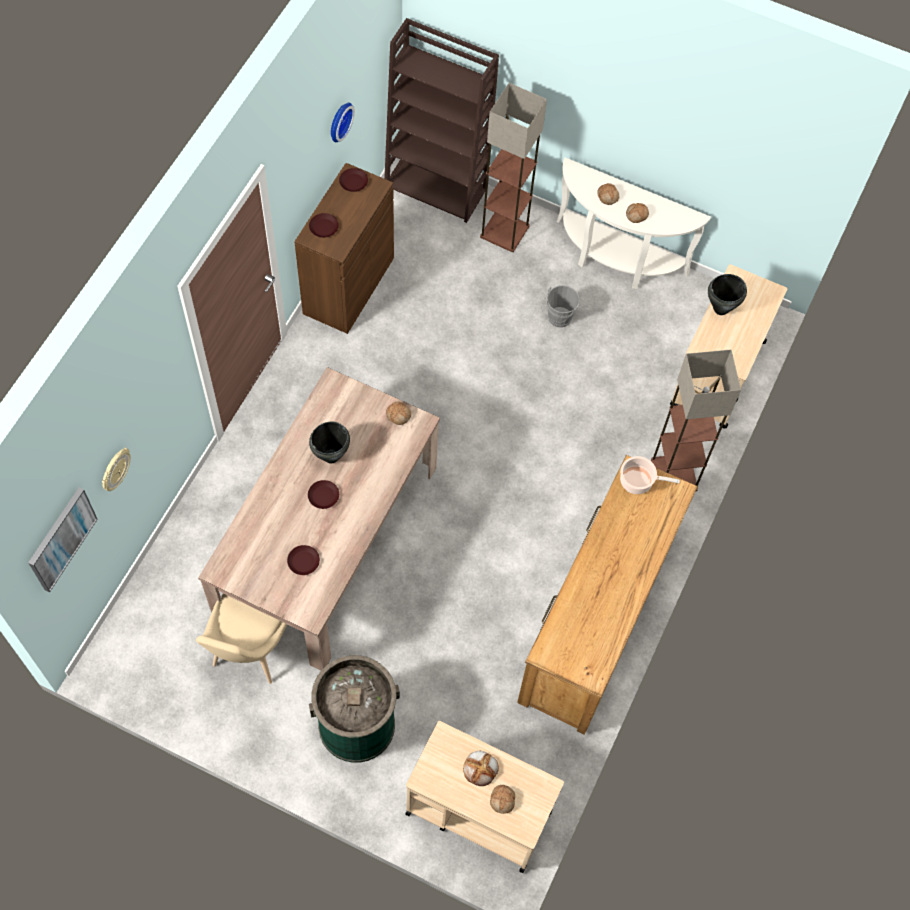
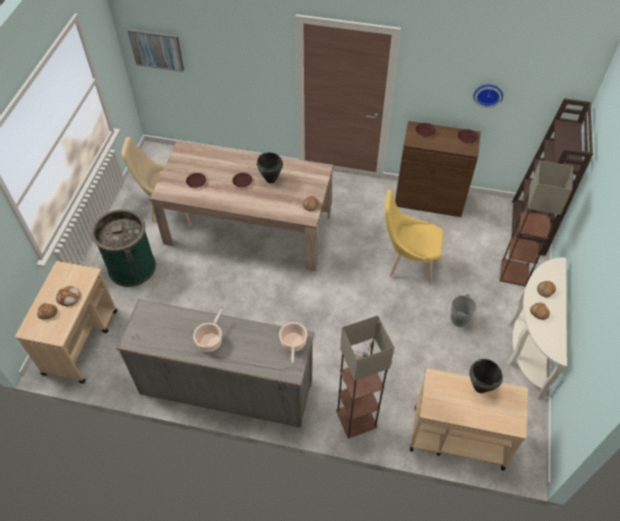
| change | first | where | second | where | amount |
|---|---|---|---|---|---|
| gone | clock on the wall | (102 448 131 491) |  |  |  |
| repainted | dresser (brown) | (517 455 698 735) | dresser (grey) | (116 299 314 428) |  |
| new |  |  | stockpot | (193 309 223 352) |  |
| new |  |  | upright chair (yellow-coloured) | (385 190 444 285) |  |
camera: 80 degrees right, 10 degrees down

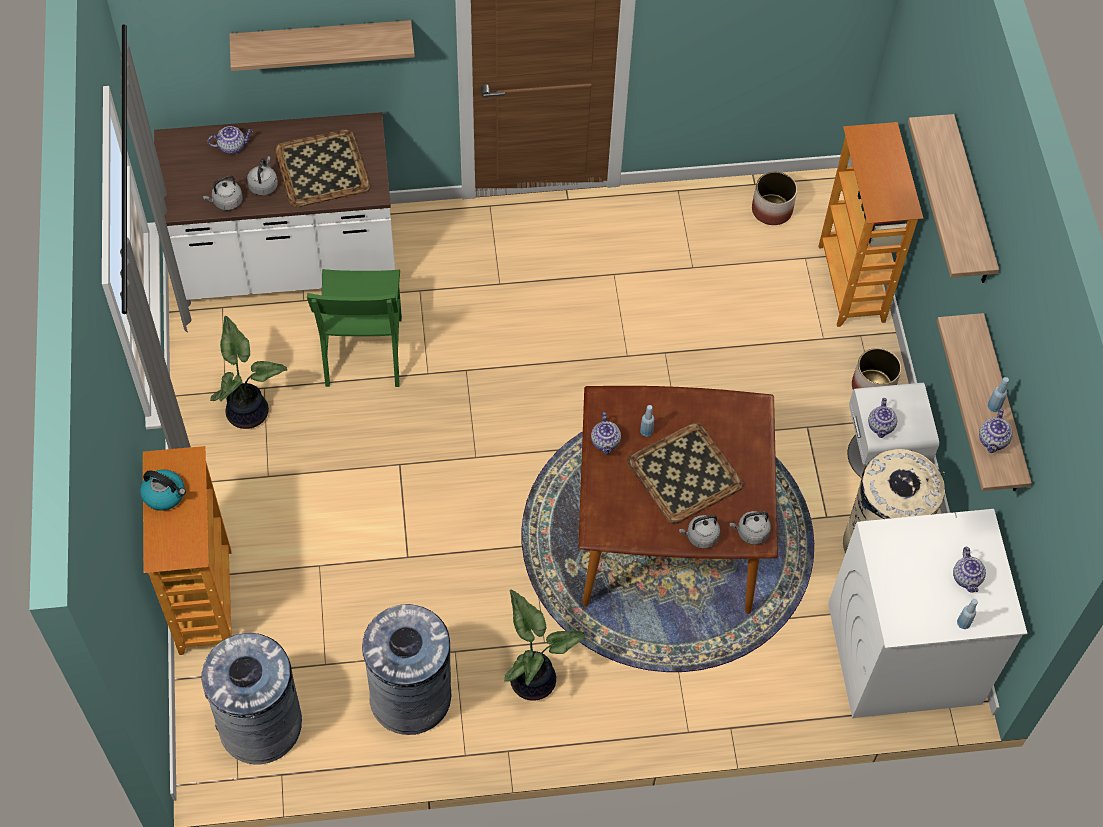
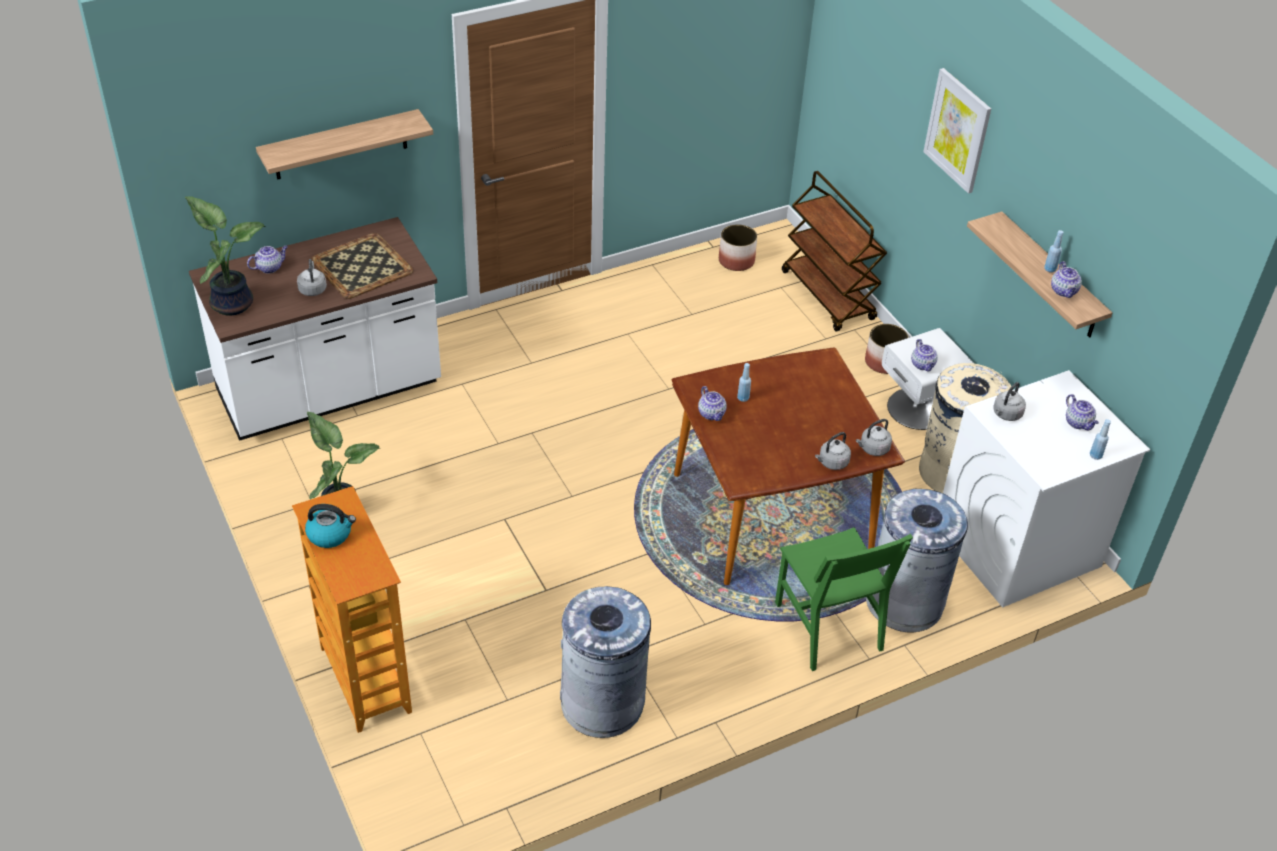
| change | first | where | second | where | amount |
|---|---|---|---|---|---|
| shifted | waste bin (grey) | (202 633 302 764) |  | (866 489 968 632) |  |
| shifted | tea kettle (grey) | (203 175 243 211) |  | (993 382 1026 421) |  |
| shifted | upright chair (green-coloured) | (307 269 402 387) |  | (775 527 913 671) |  |
| shifted | houseplant | (504 590 586 701) |  | (185 196 266 316) |  |
| gone | serving tray | (627 423 743 524) |  |  |  |
| swapped | shelving unit | (818 122 923 327) | trolley (brown) | (782 171 887 331) |  |
| swapped | shelf | (908 114 999 283) | picture | (923 68 991 194) |  |
camera: 20 degrees left, 15 degrees down

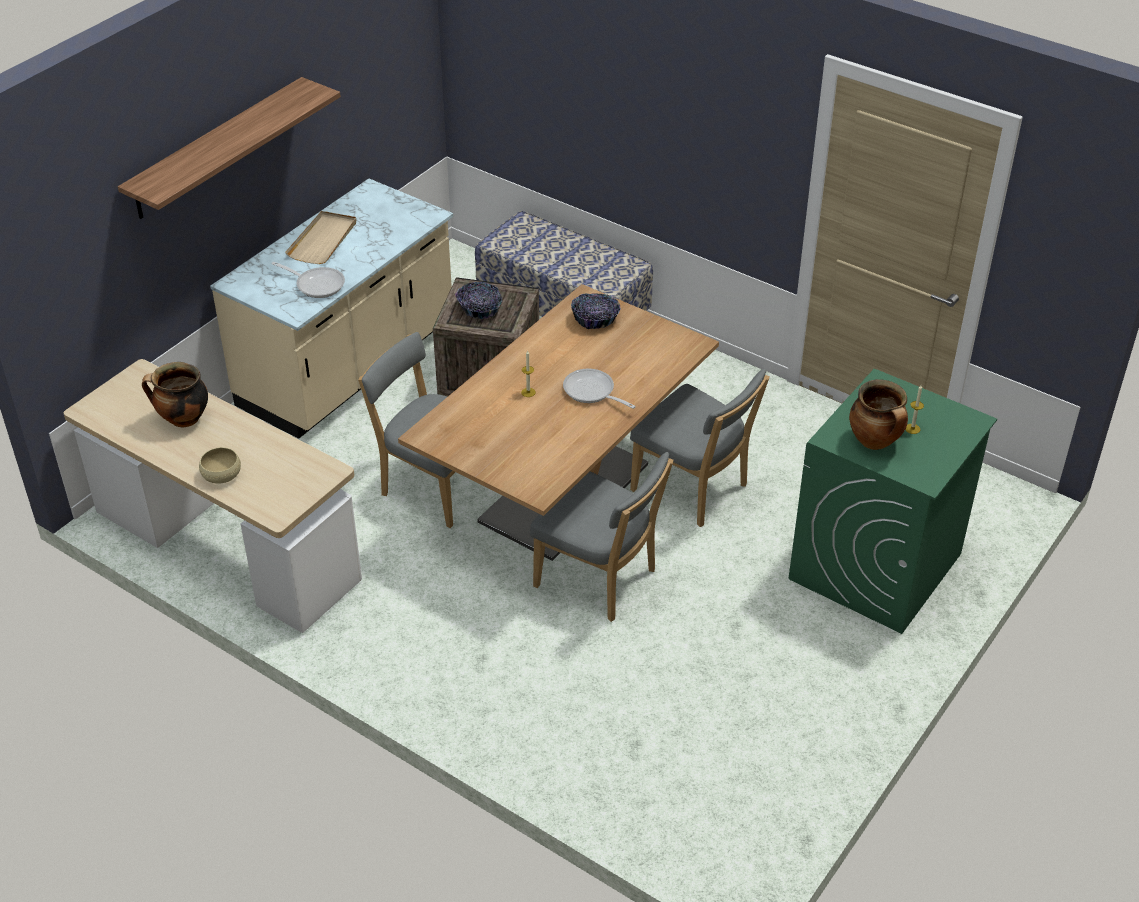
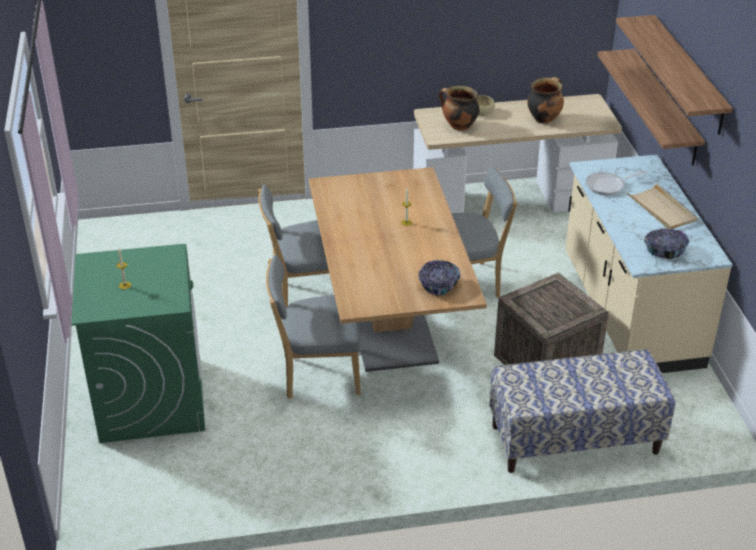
| change | first | where | second | where | amount |
|---|---|---|---|---|---|
| shifted | bowl | (455 282 503 319) |  | (644 229 689 259) |  |
| gone | skillet | (563 369 636 409) |  |  |  |
| shifted | stockpot | (849 379 908 450) |  | (439 86 480 131) |  |
| new |  |  | shelf | (597 49 705 166) |  |
camera: 135 degrees right, 5 degrees down

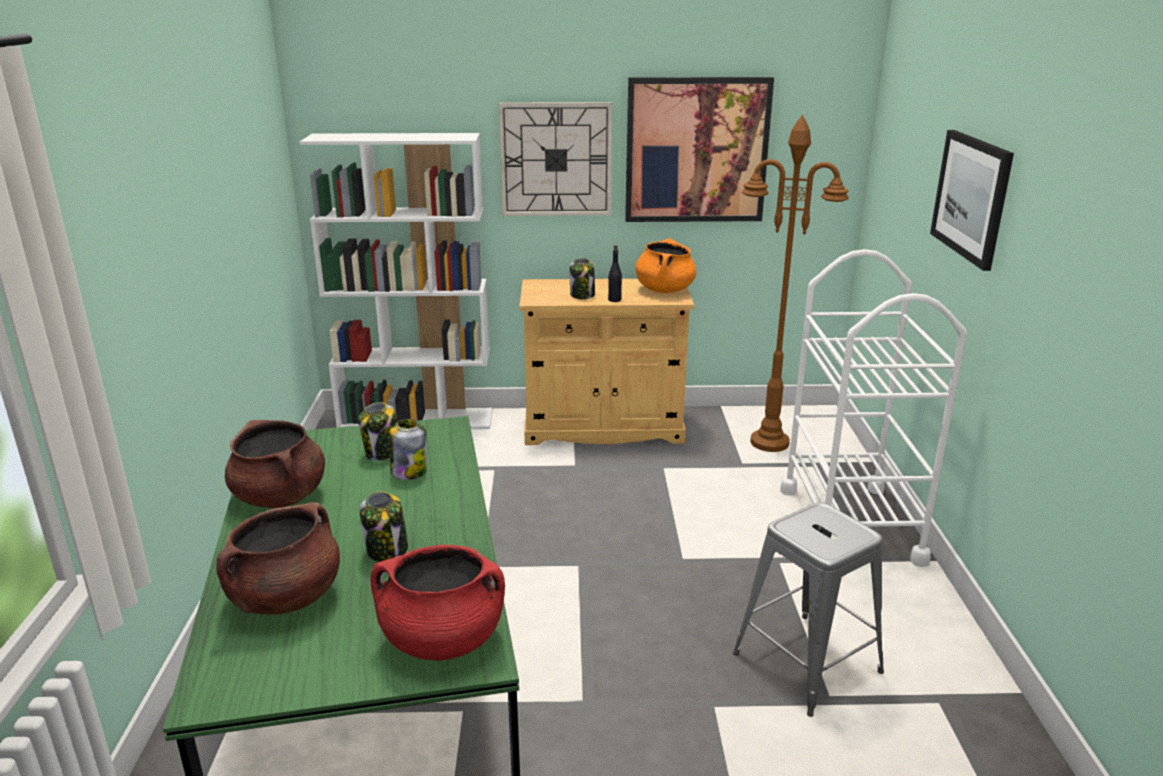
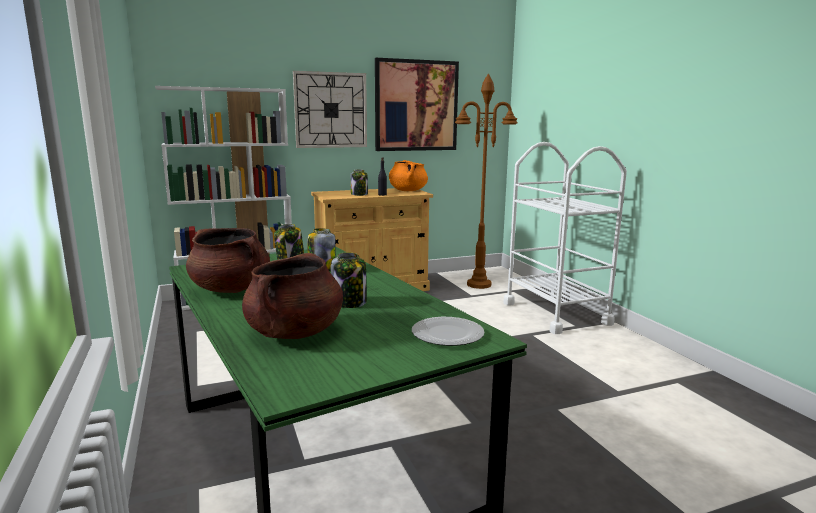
| change | first | where | second | where | amount |
|---|---|---|---|---|---|
| swapped | stockpot (red) | (370 545 505 661) | dinner plate | (412 317 485 346) |  |
| gone | sitting stool (grey) | (733 502 884 717) |  |  |  |
| gone | picture | (930 130 1014 271) |  |  |  |
camera: 20 degrees left, 10 degrees down

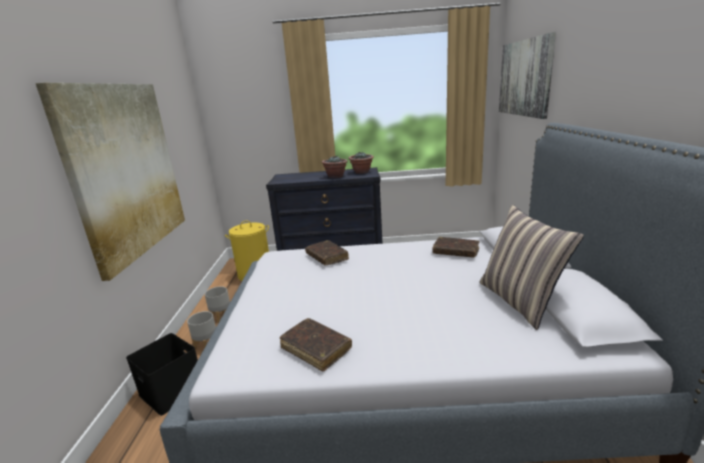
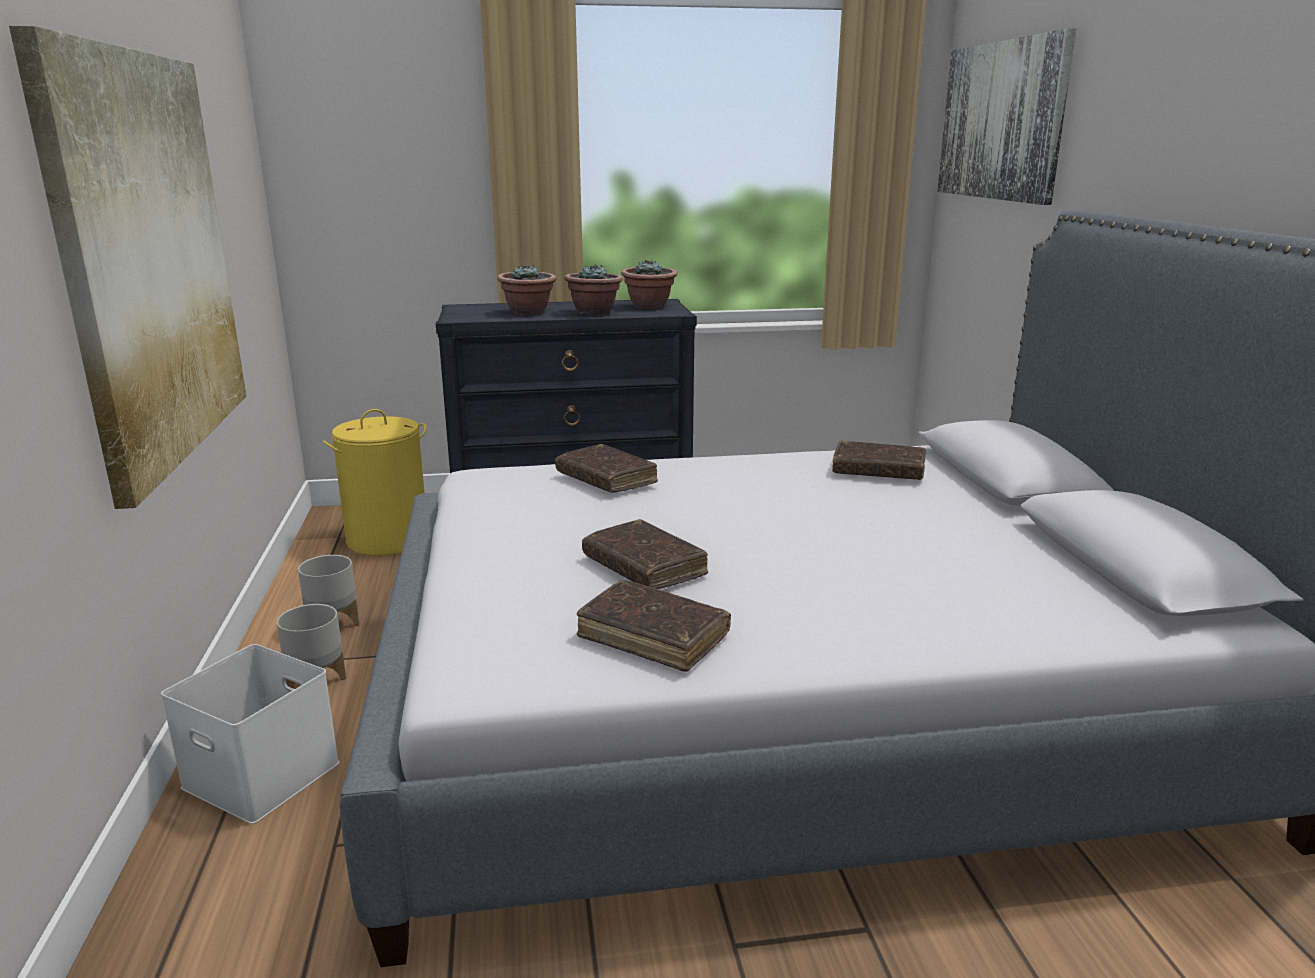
| change | first | where | second | where | amount |
|---|---|---|---|---|---|
| repainted | storage bin (black) | (126 333 198 416) | storage bin (white-coloured) | (161 644 339 824) |  |
| gone | throw pillow | (480 205 584 330) |  |  |  |
| new |  |  | houseplant | (497 264 557 315) |  |
| new |  |  | volume (brown) | (582 519 708 589) |  |
camera: 10 degrees left, 0 degrees up

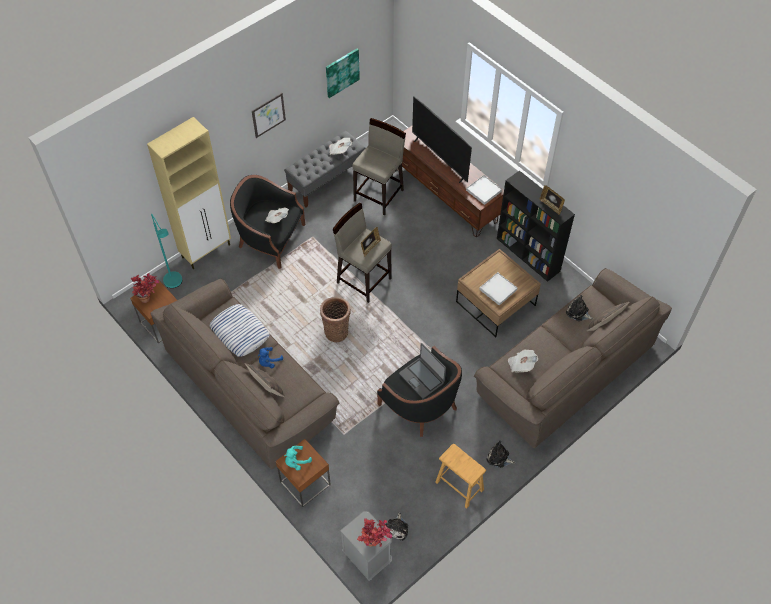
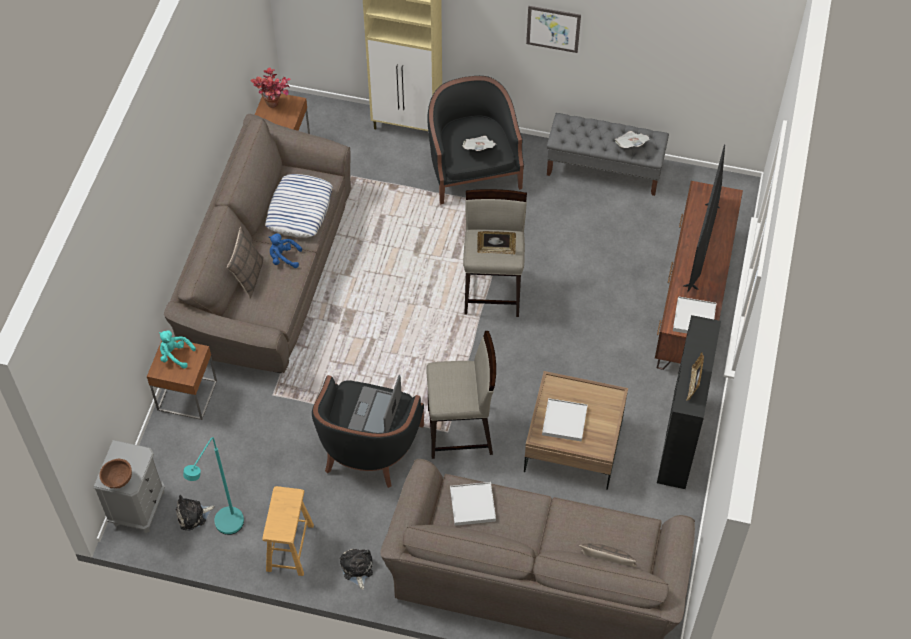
| change | first | where | second | where | amount |
|---|---|---|---|---|---|
| shifted | standing lamp (turquoise) | (151 214 182 288) |  | (183 437 244 535) |  |
| gone | basket | (320 296 351 342) |  |  |  |
| gone | picture | (326 49 360 98) |  |  |  |
| shifted | sitting stool (sand-coloured) | (352 118 406 216) |  | (427 331 496 459) |  |
| swapped | houseplant | (357 518 392 547) | bowl (brown) | (99 459 132 489) |  |
| swapped | daily paper | (508 349 538 373) | serving tray (white-coloured) | (450 482 496 526) |  |
| gone | plush toy | (566 295 593 321) |  |  |  |
camera: 55 degrees right, 0 degrees up

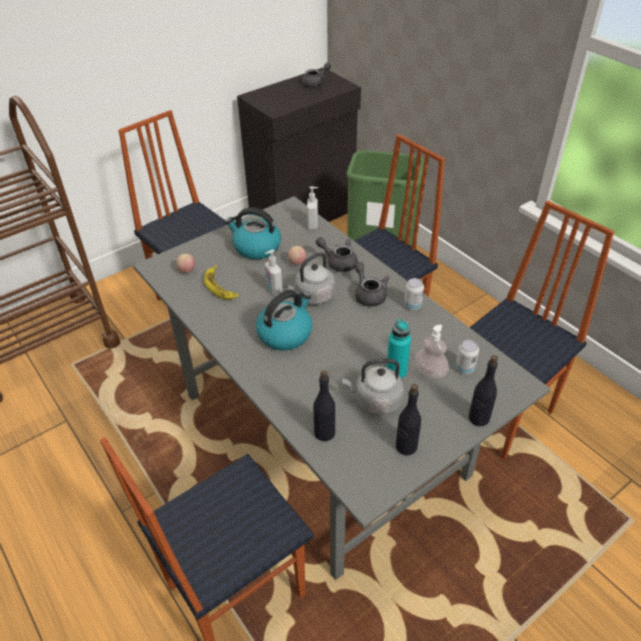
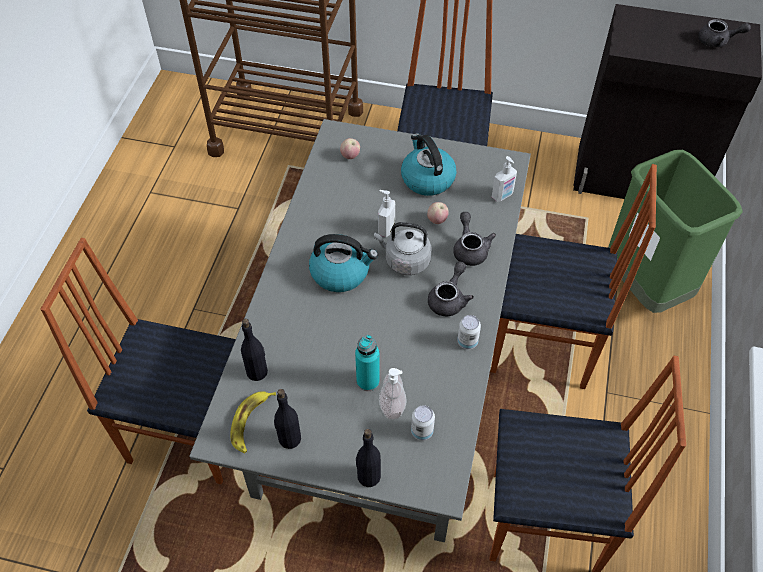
| change | first | where | second | where | amount |
|---|---|---|---|---|---|
| shifted | banana | (204 265 238 299) |  | (230 391 276 453) |  |
| gone | tea kettle (grey) | (342 359 404 415) |  |  |  |
camera: 50 degrees right, 10 degrees up

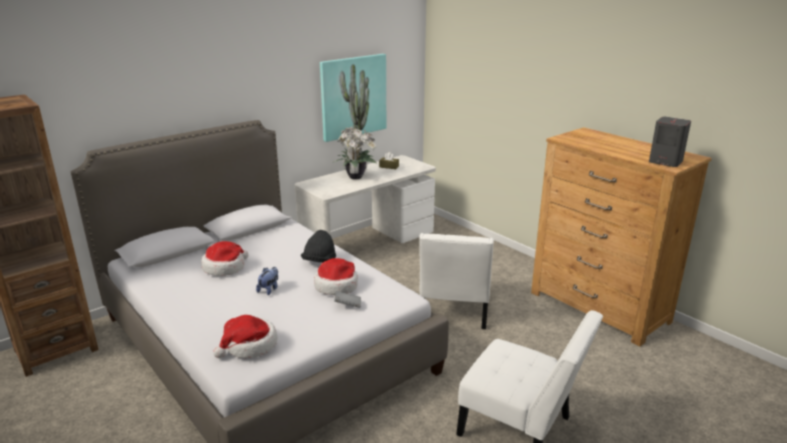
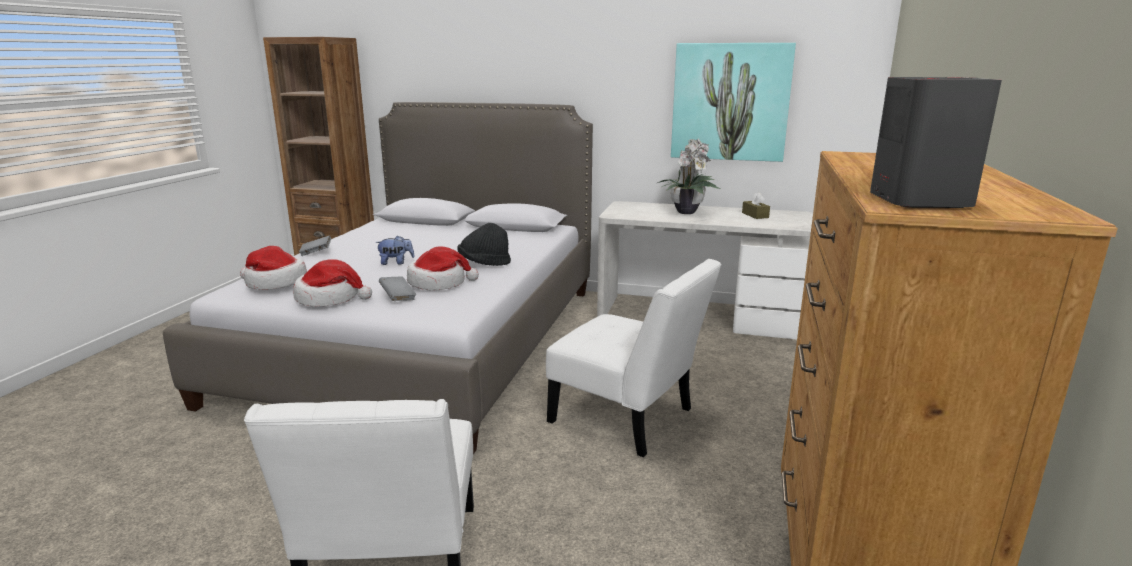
| change | first | where | second | where | amount |
|---|---|---|---|---|---|
| shifted | clothing hat | (201 241 249 276) |  | (293 259 372 307) |  |
| rotated | upright chair (white-coloured) | (419 233 494 329) |  | (546 259 721 457) | 120 degrees counterclockwise |
| new |  |  | volume (grey) | (299 235 331 256) |  |
camera: 55 degrees right, 5 degrees down

